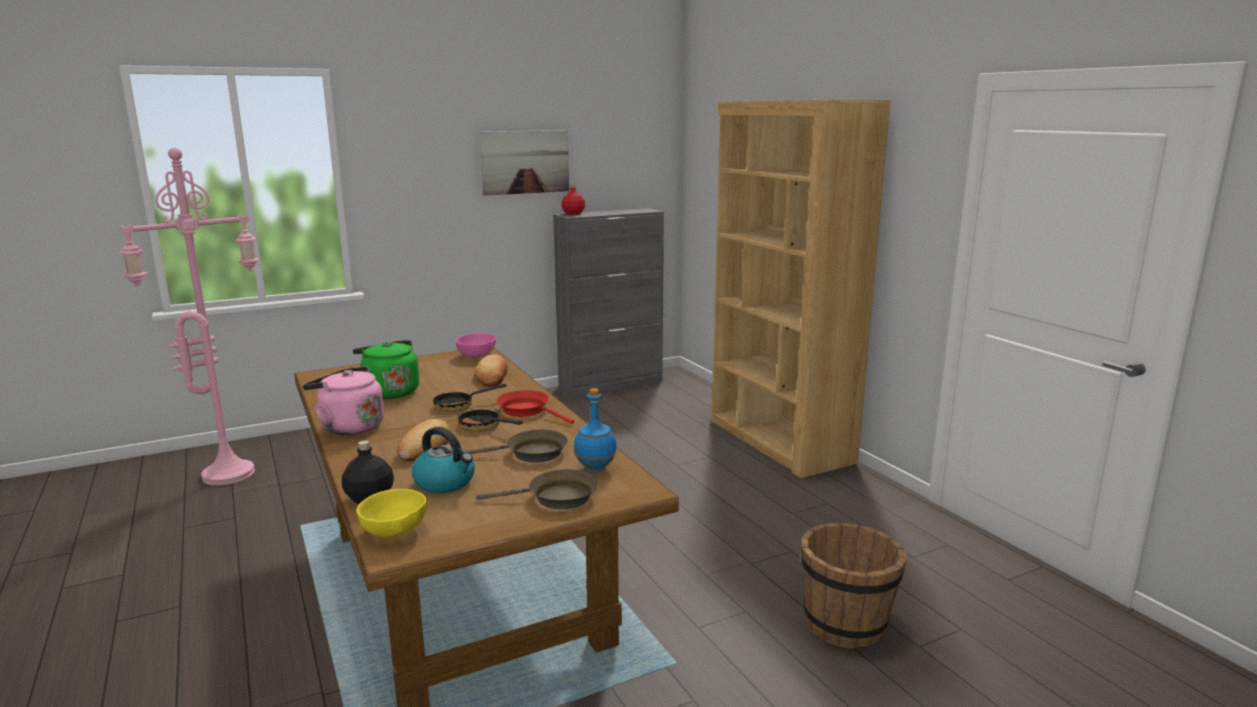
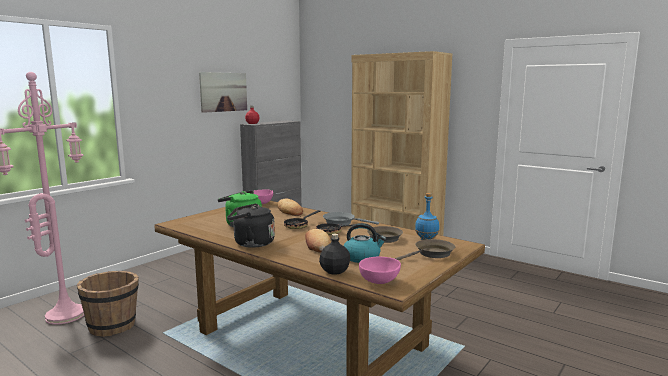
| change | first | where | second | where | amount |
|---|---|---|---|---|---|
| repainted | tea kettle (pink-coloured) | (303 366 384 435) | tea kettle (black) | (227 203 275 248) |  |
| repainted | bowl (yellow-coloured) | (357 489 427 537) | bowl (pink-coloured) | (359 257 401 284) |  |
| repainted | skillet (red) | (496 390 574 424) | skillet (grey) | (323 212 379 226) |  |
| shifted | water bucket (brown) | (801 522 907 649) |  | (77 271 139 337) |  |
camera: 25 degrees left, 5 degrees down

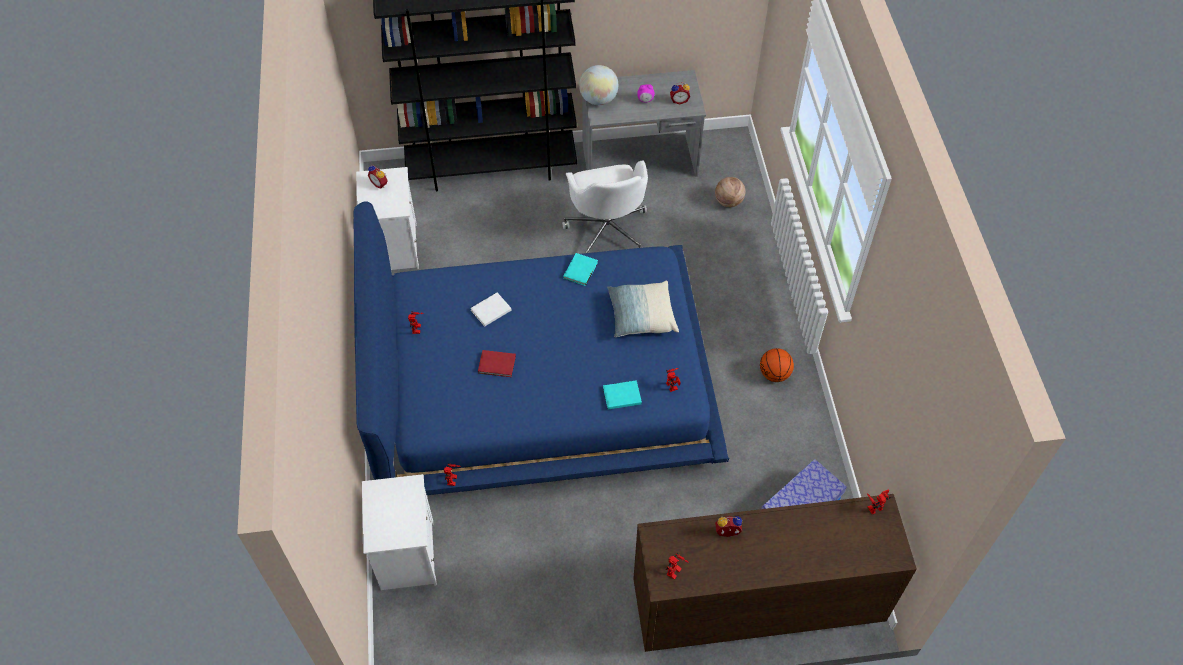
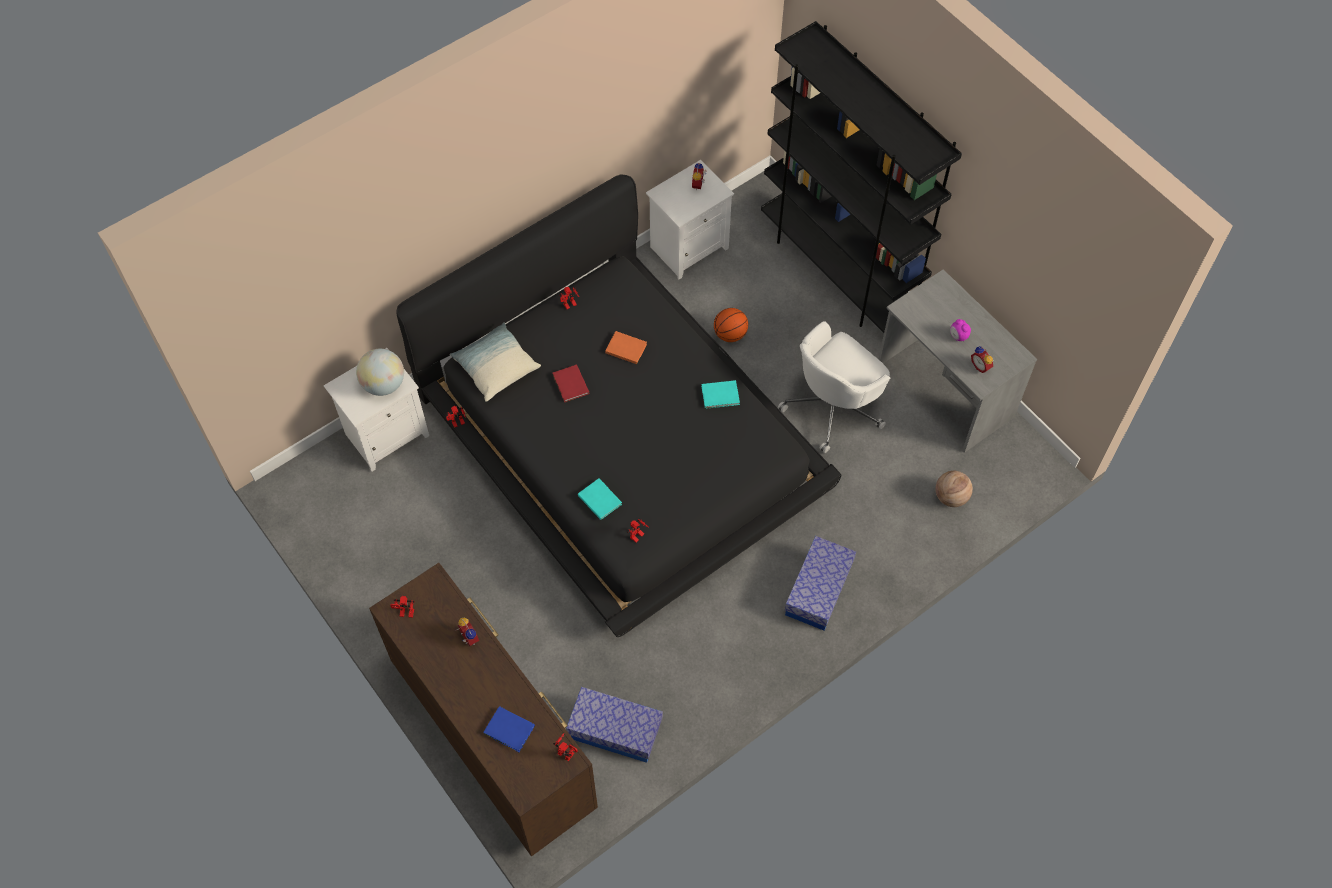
| change | first | where | second | where | amount |
|---|---|---|---|---|---|
| repainted | sleeping bed (blue-coloured) | (354 201 729 495) | sleeping bed (black) | (396 174 841 637) |  |
| repainted | volume (white-coloured) | (470 293 512 327) | volume (orange-coloured) | (605 331 647 364) |  |
| shifted | desk globe | (579 65 618 105) |  | (356 349 404 396) |  |
| shifted | throw pillow | (607 281 679 337) |  | (450 322 541 402) |  |
| shifted | basketball ball | (760 348 794 382) |  | (714 308 748 342) |  |
| new |  |  | volume (blue-coloured) | (483 706 535 752) |  |
| new |  |  | storage bin | (785 536 856 631) |  |
camera: 60 degrees right, 5 degrees up

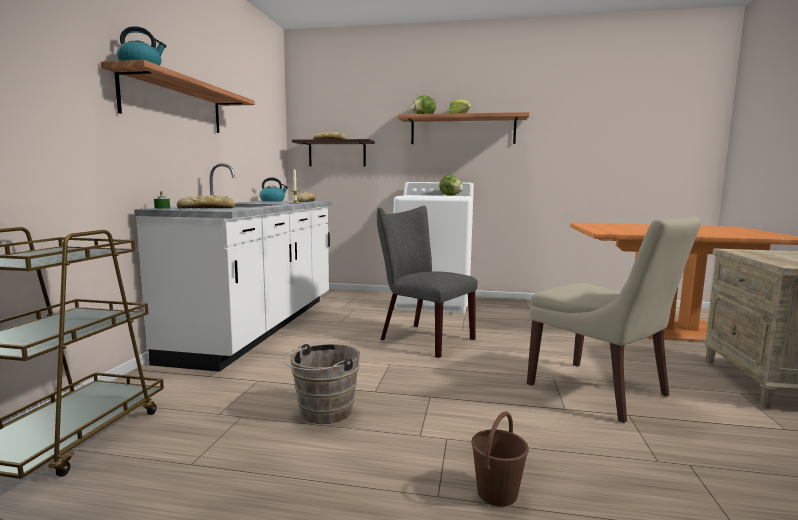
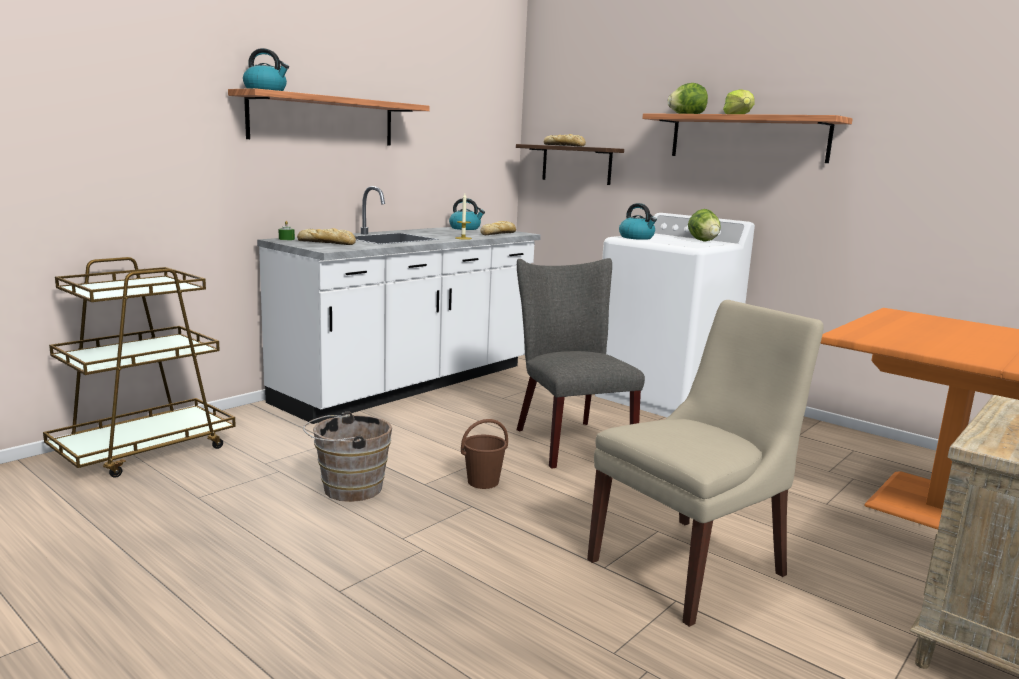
| change | first | where | second | where | amount |
|---|---|---|---|---|---|
| shifted | water bucket (brown) | (471 411 529 507) |  | (461 419 508 489) |  |
| rotated | upright chair (sand-coloured) | (527 217 701 423) |  | (587 300 824 627) | 120 degrees counterclockwise |
| new |  |  | tea kettle | (619 203 657 240) |  |
camera: 30 degrees right, 5 degrees up

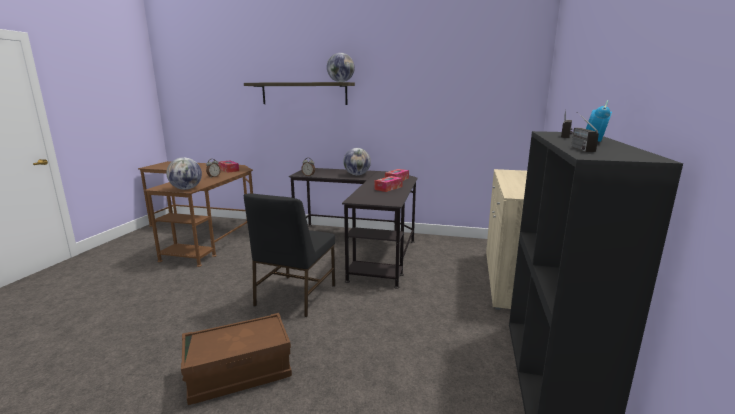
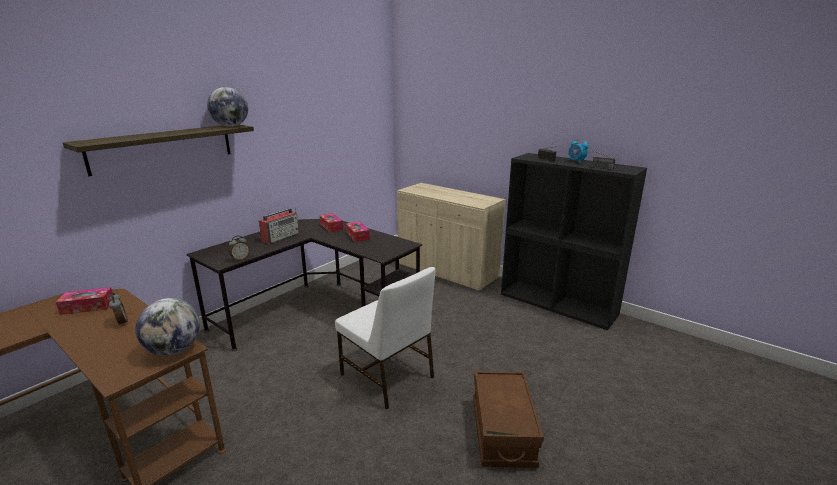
| change | first | where | second | where | amount |
|---|---|---|---|---|---|
| repainted | upright chair (black) | (244 194 335 317) | upright chair (white-coloured) | (335 267 436 409) |  |
| swapped | desk globe | (343 148 371 175) | radio | (259 208 299 244) |  |
camera: 65 degrees left, 5 degrees up

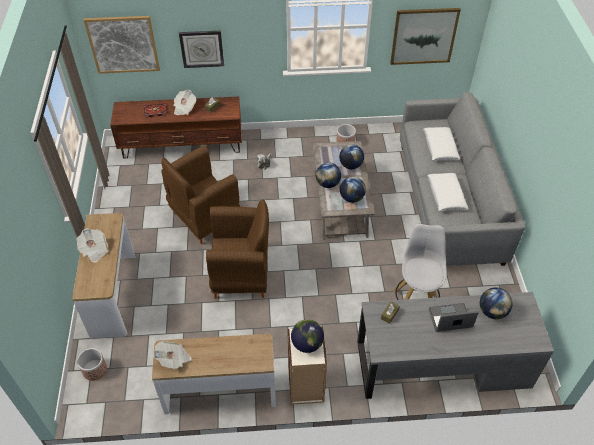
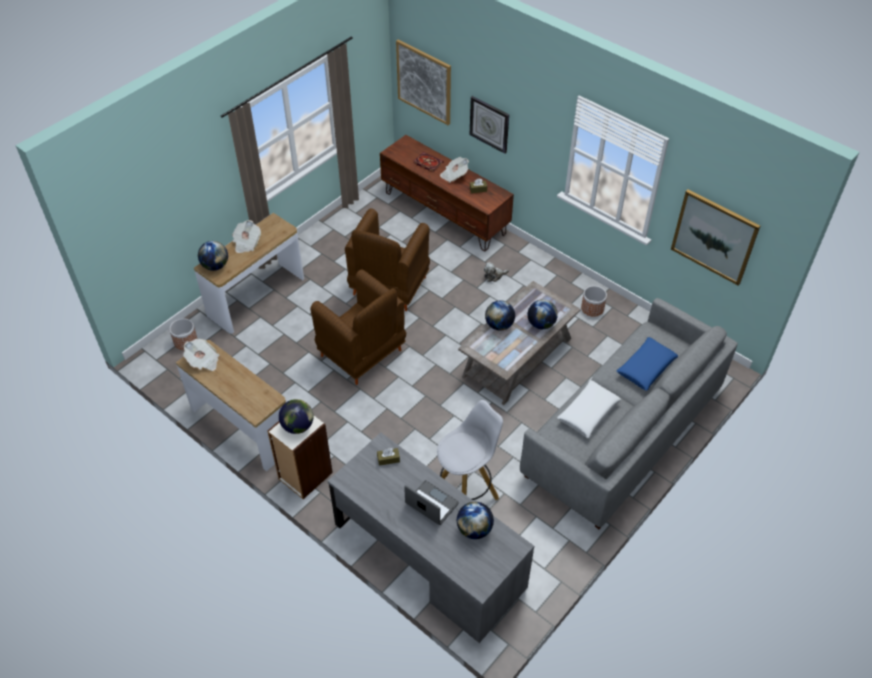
| change | first | where | second | where | amount |
|---|---|---|---|---|---|
| rotated | armchair (brown) | (161 146 240 244) |  | (345 208 430 311) | 75 degrees counterclockwise |
| shifted | desk globe | (340 177 366 203) |  | (198 241 228 271) |  |
| repainted | throw pillow (white-coloured) | (423 127 460 161) | throw pillow (blue-coloured) | (617 337 678 391) |  |
camera: 45 degrees right, 0 degrees up

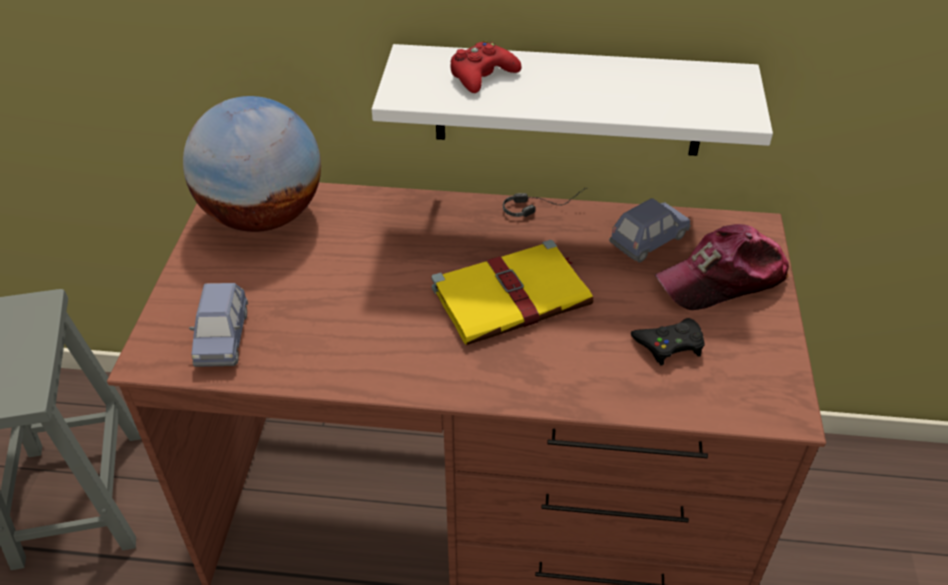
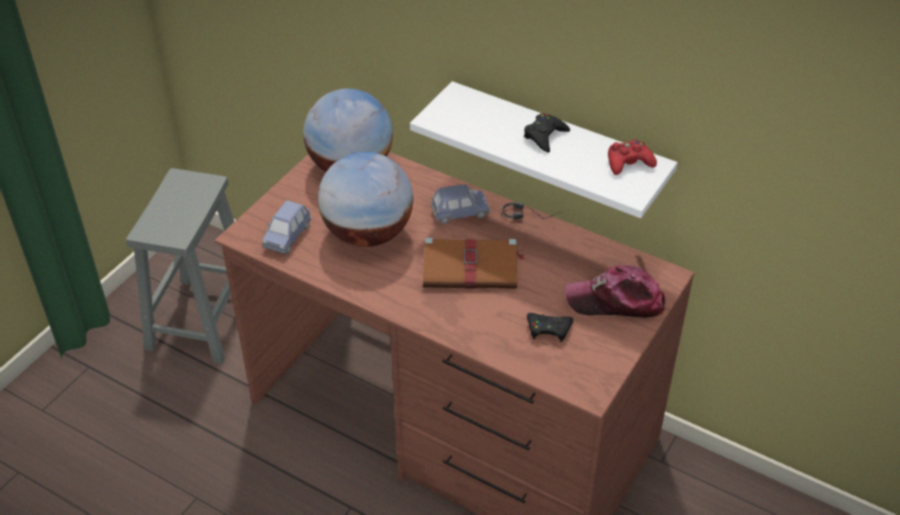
| change | first | where | second | where | amount |
|---|---|---|---|---|---|
| repainted | volume (yellow-coloured) | (431 240 594 345) | volume (brown) | (423 238 524 289) |  |
| shifted | game controller (red) | (451 41 522 93) |  | (608 140 657 175) |  |
| shifted | model car (blue-coloured) | (609 198 691 262) |  | (431 184 490 224) |  |
| new |  |  | desk globe | (318 152 413 247) |  |
| new |  |  | game controller (black) | (524 114 570 153) |  |
camera: 25 degrees right, 0 degrees up

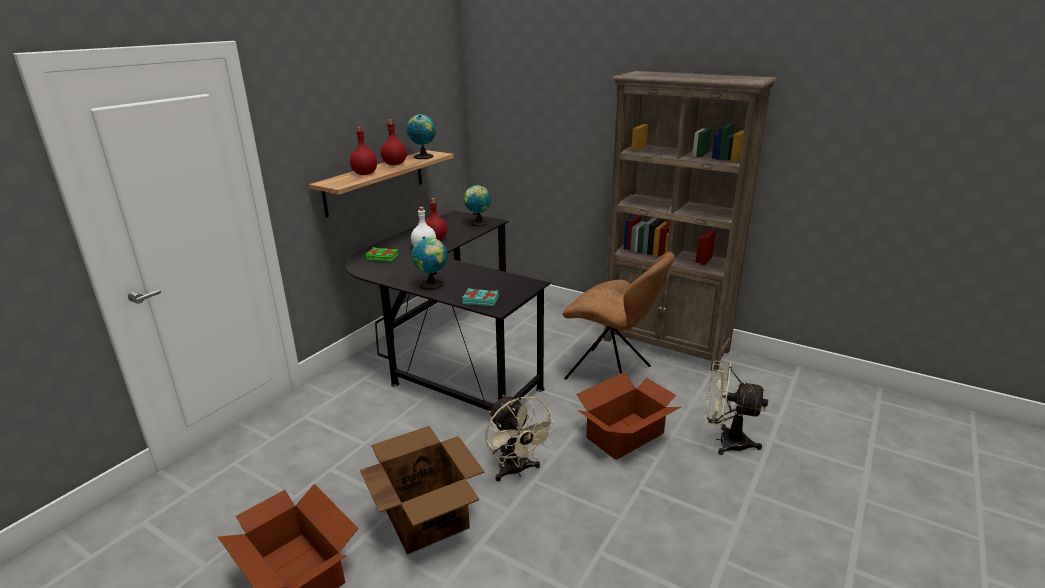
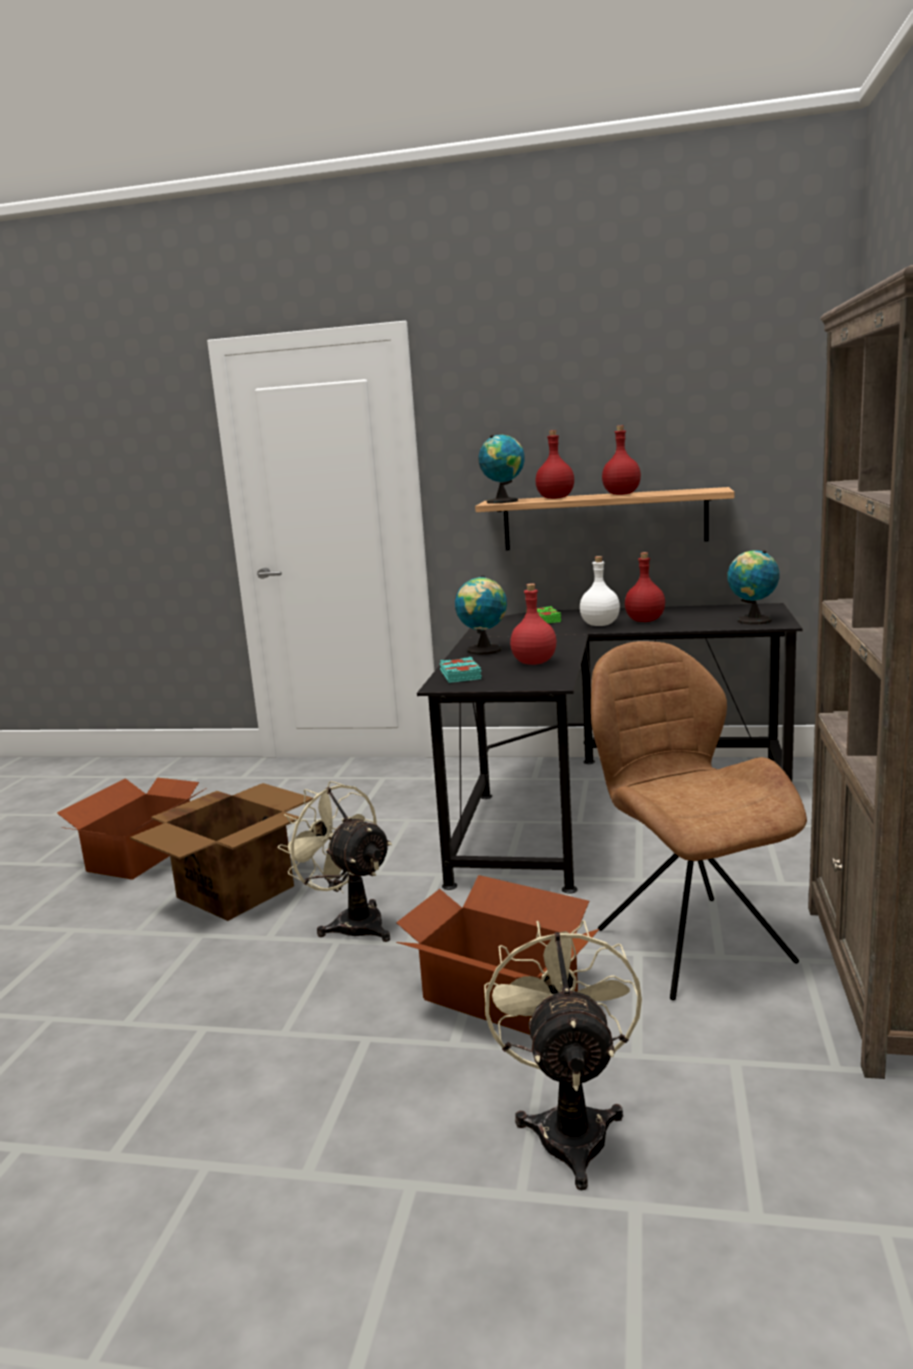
| change | first | where | second | where | amount |
|---|---|---|---|---|---|
| shifted | desk globe | (407 114 436 159) |  | (478 434 525 504) |  |
| rotated | fan (sand-coloured) | (485 395 557 482) |  | (278 781 392 942) | 90 degrees clockwise |
| rotated | upright chair (brown) | (562 252 675 380) |  | (591 641 807 1000) | 150 degrees clockwise |
| new |  |  | bottle (red) | (510 584 557 665) |  |
camera: 70 degrees right, 10 degrees down

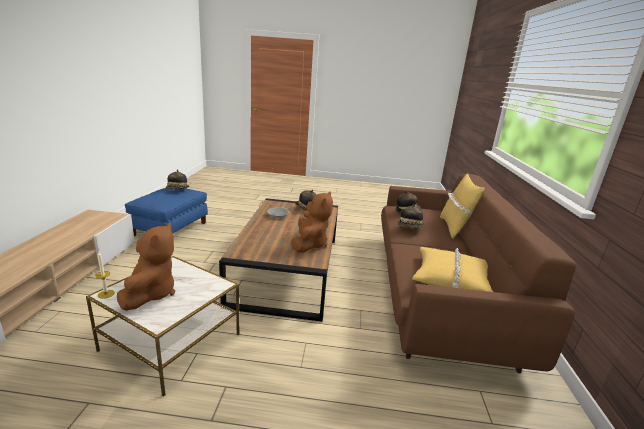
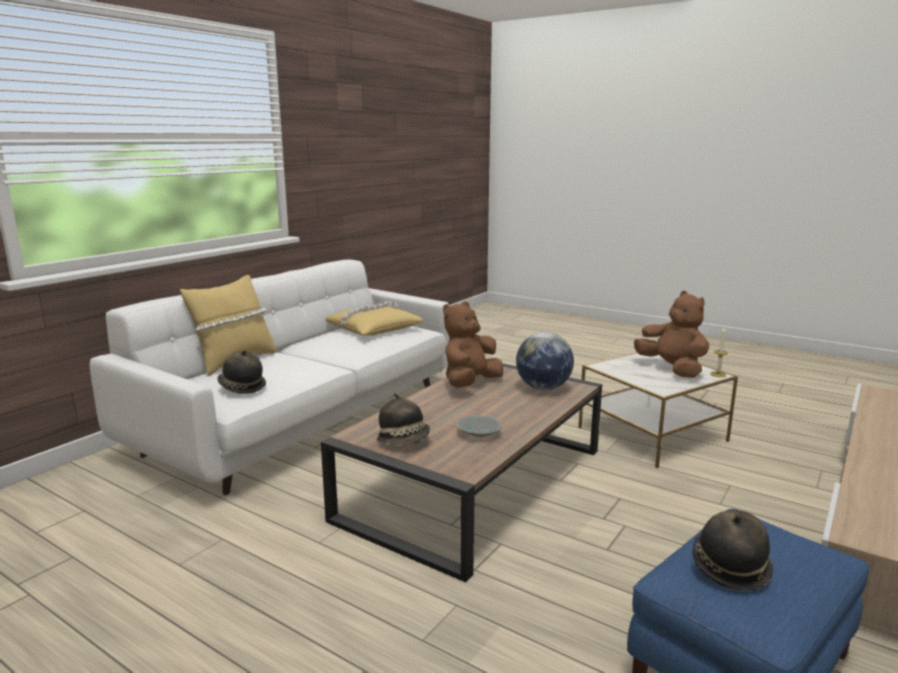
| change | first | where | second | where | amount |
|---|---|---|---|---|---|
| rotated | plush toy (brown) | (117 223 175 311) |  | (634 291 709 378) | 120 degrees clockwise |
| repainted | settee (brown) | (381 174 576 373) | settee (white-coloured) | (90 259 449 495) |  |
| gone | clothing hat | (398 203 424 228) |  |  |  |
| new |  |  | desk globe | (516 332 574 390) |  |
camera: 150 degrees left, 5 degrees down

